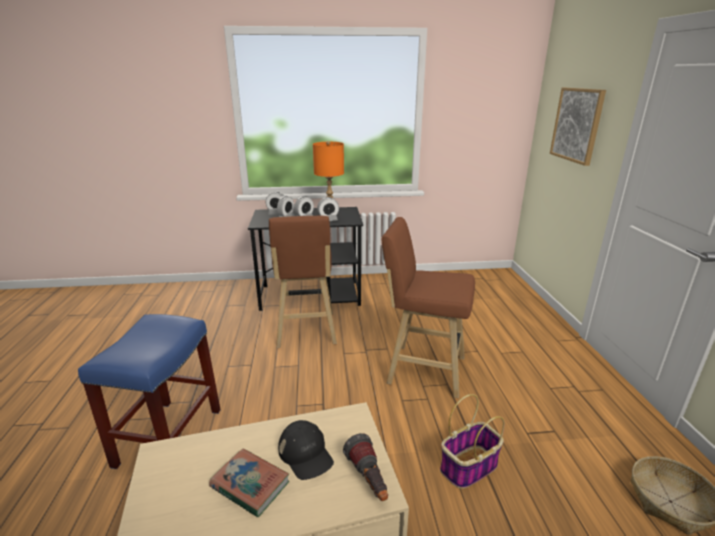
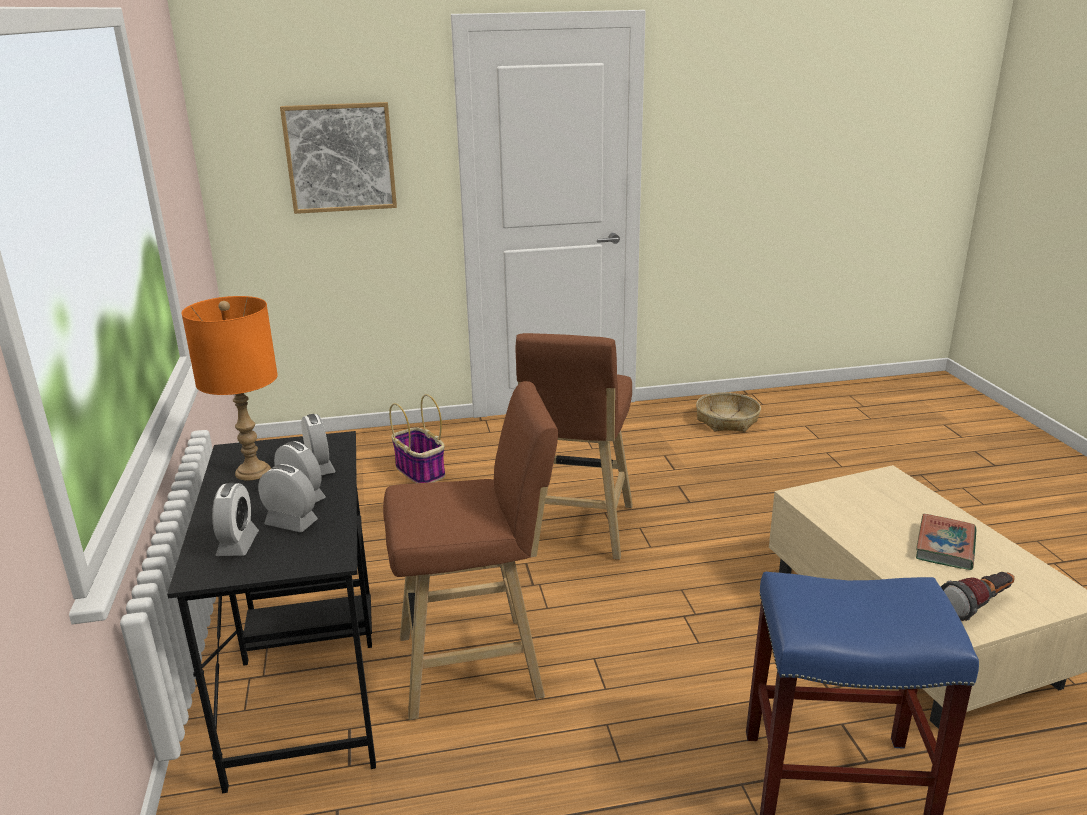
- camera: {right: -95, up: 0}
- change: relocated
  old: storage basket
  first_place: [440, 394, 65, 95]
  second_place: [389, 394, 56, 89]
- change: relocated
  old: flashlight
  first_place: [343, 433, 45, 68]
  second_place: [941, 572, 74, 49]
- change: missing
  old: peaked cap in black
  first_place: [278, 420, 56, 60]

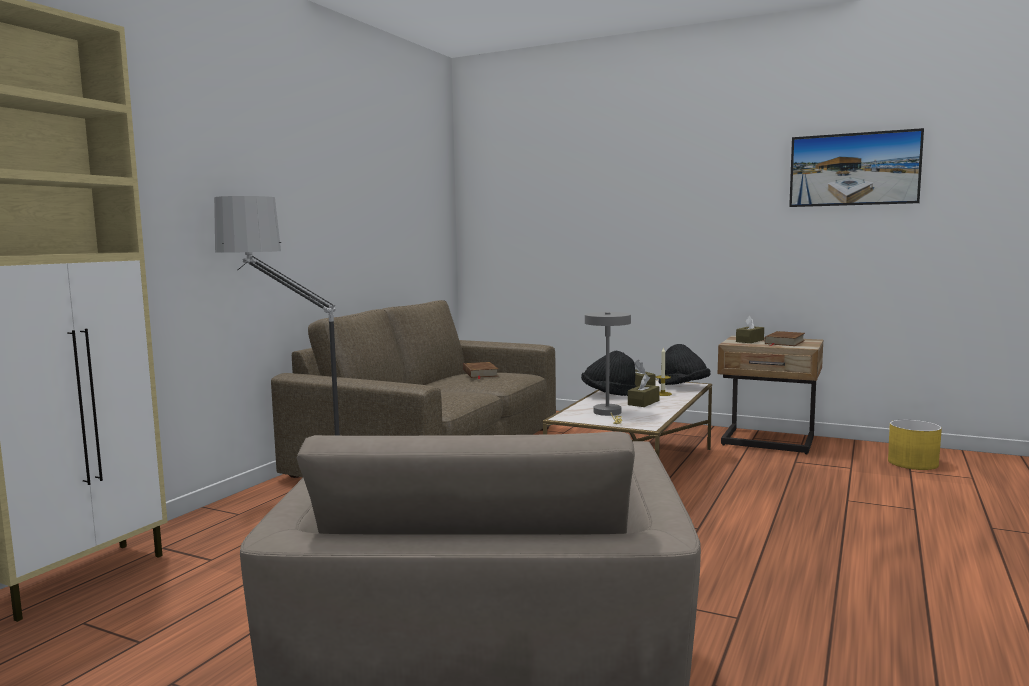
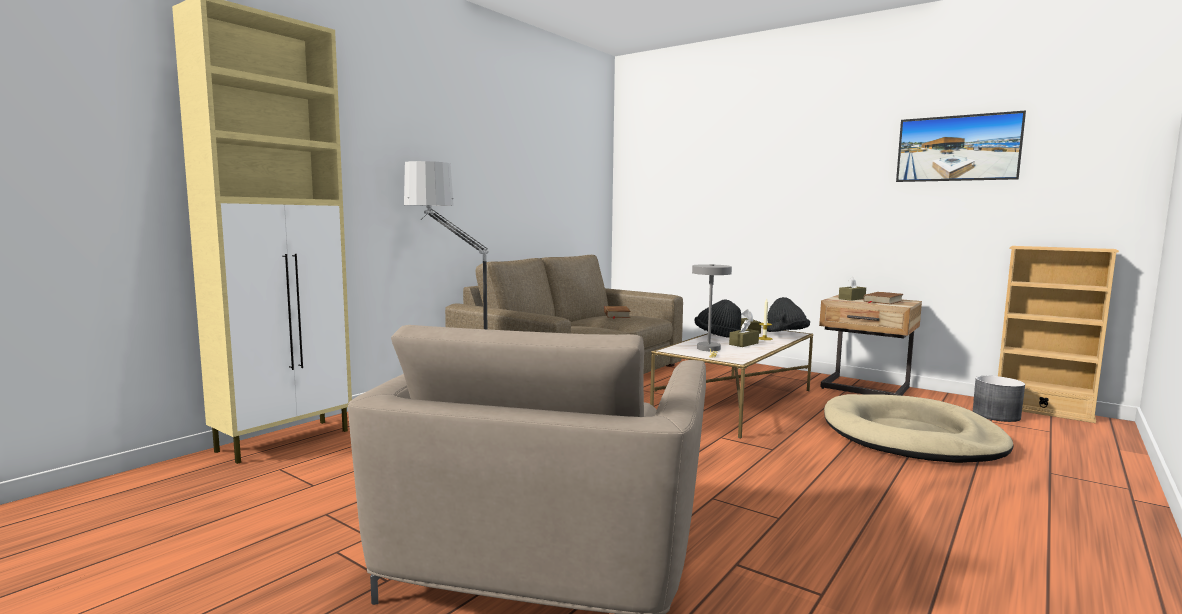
- camera: {right: 10, up: 0}
- change: appeared
  new: dog bed in beige
  second_place: [824, 394, 190, 69]
- change: colour
  old: plant pot in yellow
  new: plant pot in grey
  first_place: [888, 420, 54, 50]
  second_place: [972, 376, 53, 46]
- change: appeared
  new: bookcase in beige
  second_place: [998, 246, 121, 177]

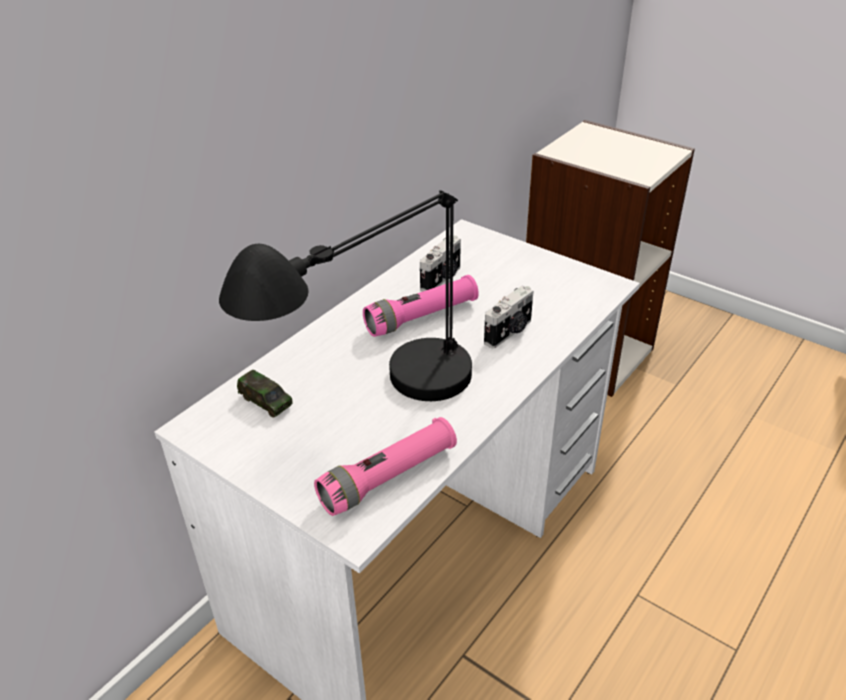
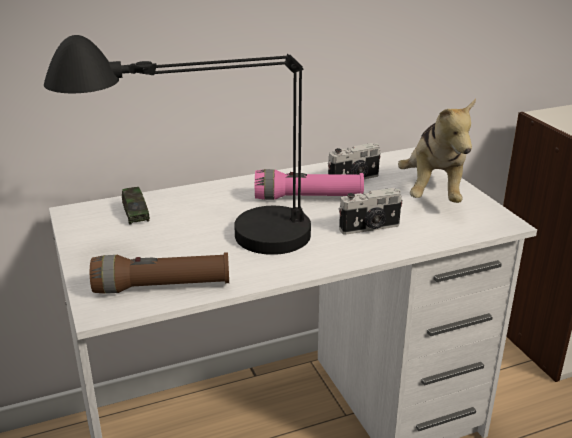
- camera: {right: 30, up: -10}
- change: colour
  old: flashlight in pink
  new: flashlight in brown-coloured
  first_place: [314, 417, 143, 99]
  second_place: [90, 252, 139, 42]
- change: appeared
  new: cuddly toy
  second_place: [398, 99, 78, 104]

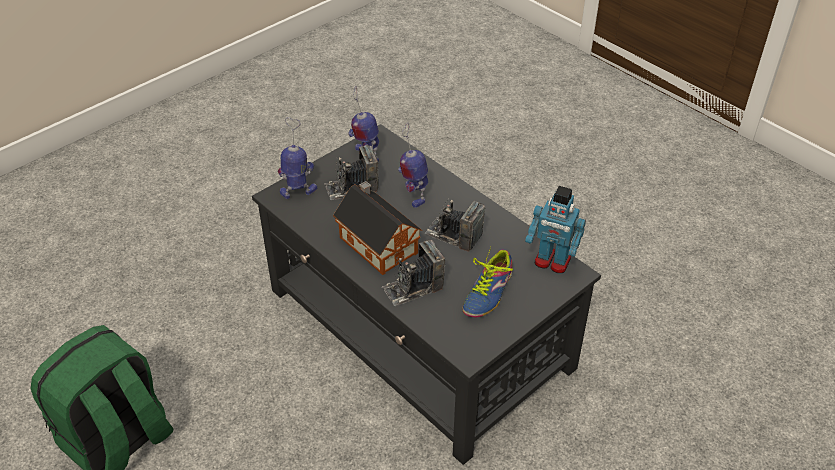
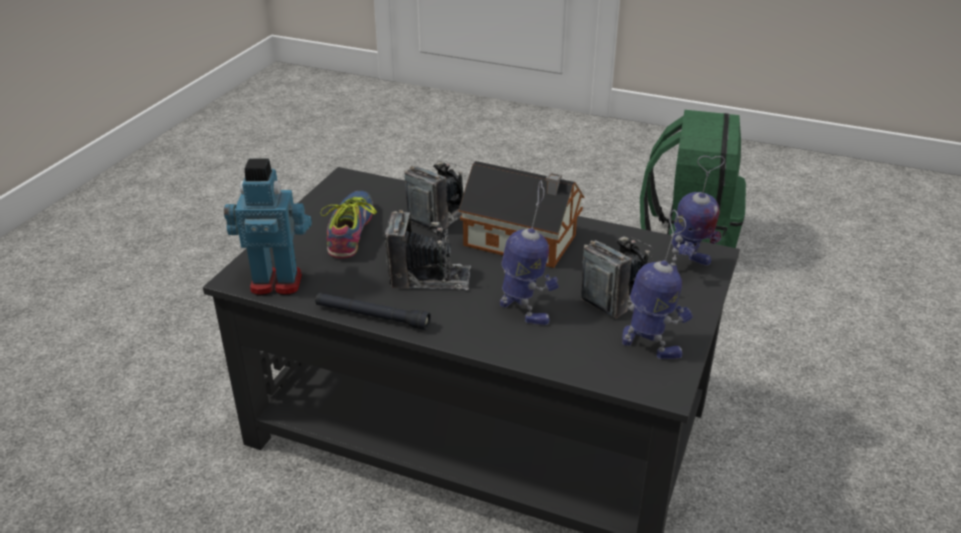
- camera: {right: 155, up: -10}
- change: appeared
  new: flashlight in black
  second_place: [315, 293, 116, 37]

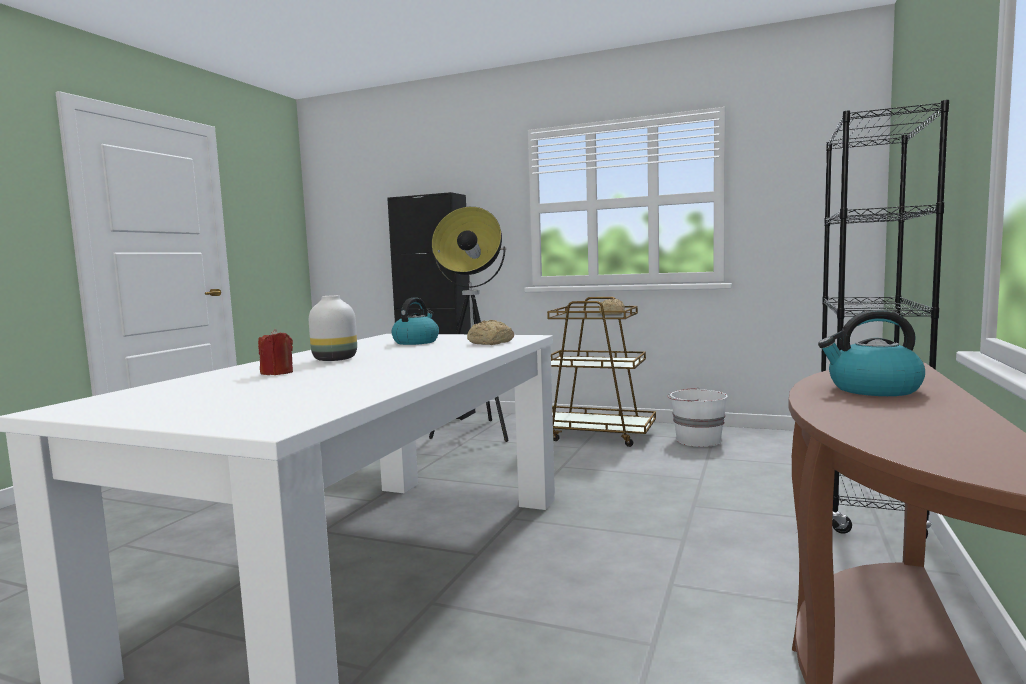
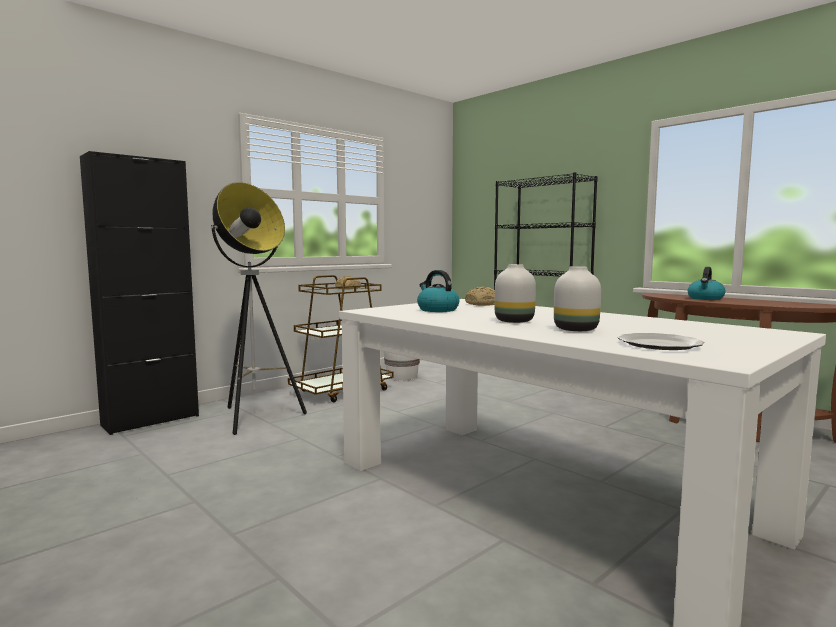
- camera: {right: -65, up: 0}
- change: exchanged
  old: wax candle in reddish
  new: vase in white
  first_place: [258, 329, 35, 46]
  second_place: [554, 266, 47, 65]
- change: appeared
  new: plate
  second_place: [618, 333, 86, 17]

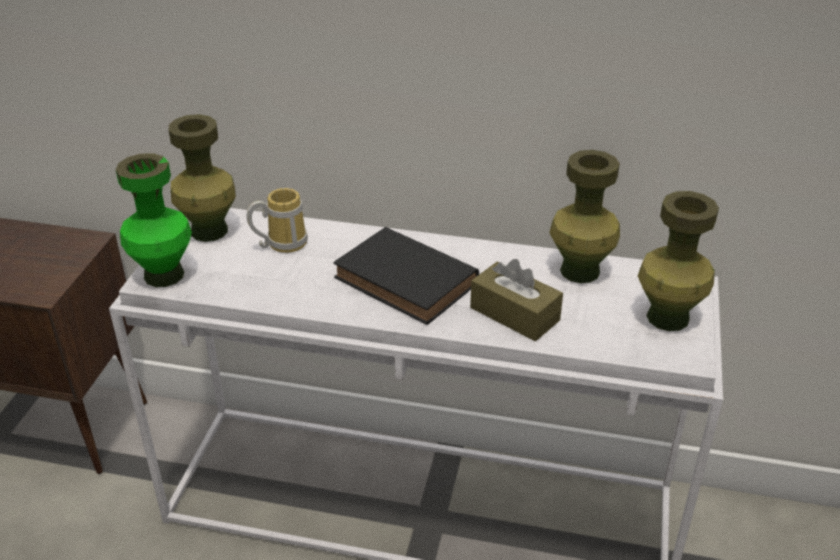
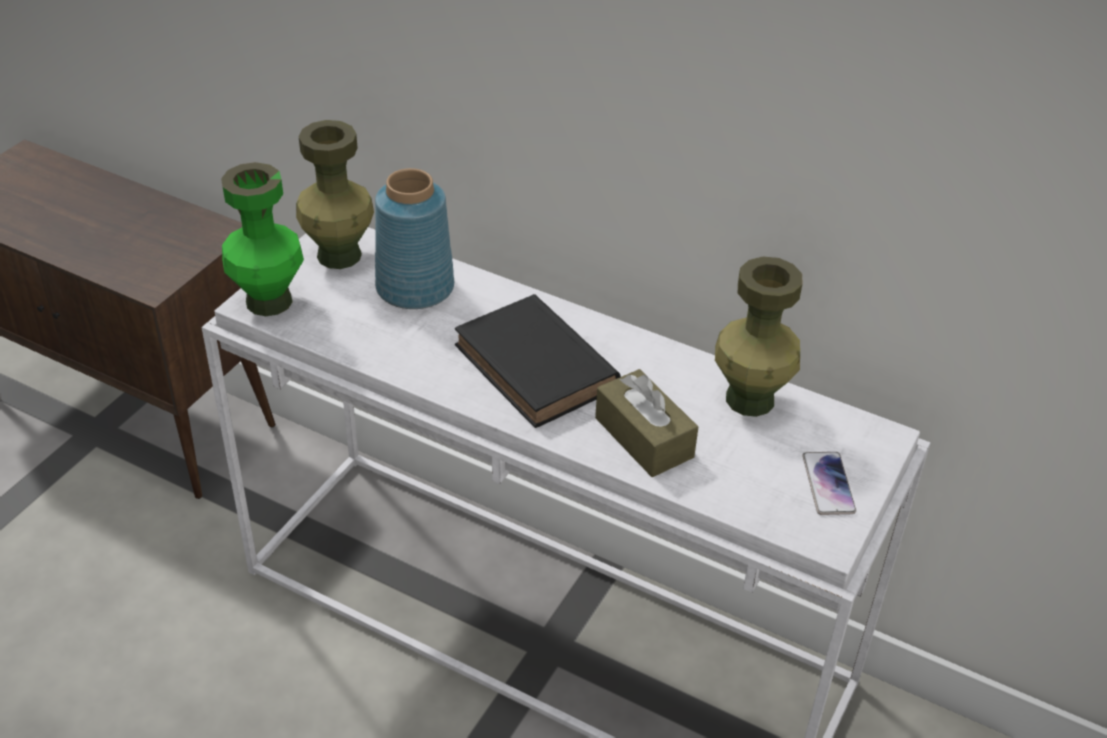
- camera: {right: 15, up: 5}
- change: exchanged
  old: tea mug
  new: vase in blue
  first_place: [247, 188, 61, 65]
  second_place: [375, 168, 79, 141]
- change: exchanged
  old: vase in green
  new: telephone
  first_place: [638, 191, 81, 140]
  second_place: [802, 452, 54, 63]

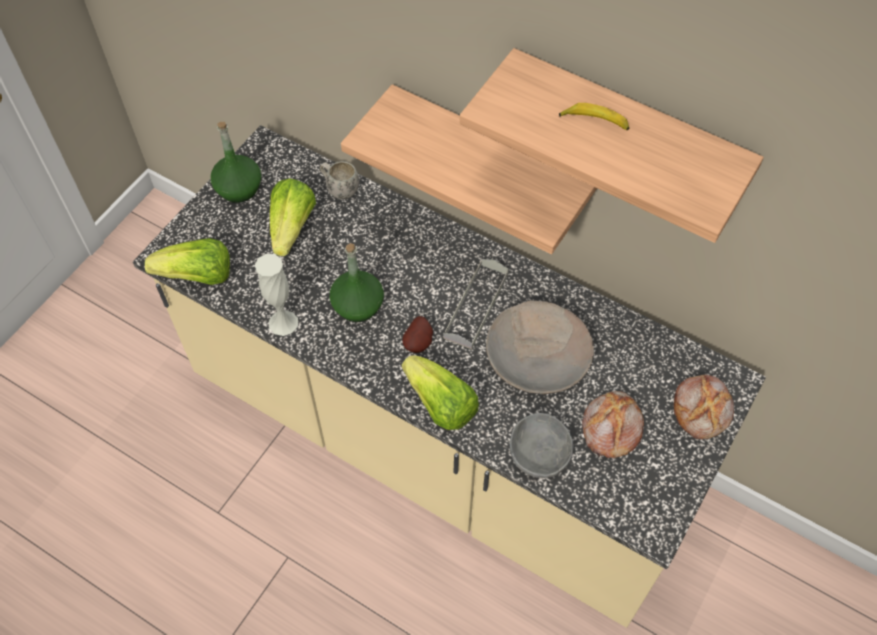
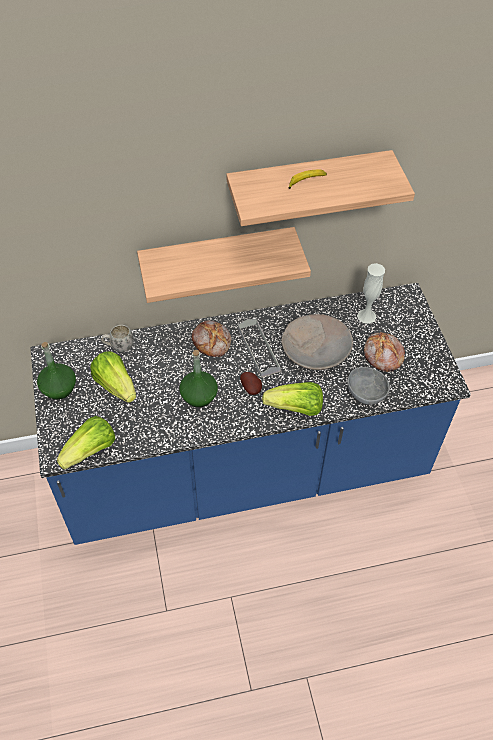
- camera: {right: -45, up: -5}
- change: colour
  old: counter in beige
  new: counter in blue
  first_place: [133, 125, 633, 503]
  second_place: [31, 283, 440, 262]
- change: relocated
  old: bakery bread
  first_place: [674, 375, 60, 64]
  second_place: [191, 320, 41, 37]
- change: relocated
  old: vase in white
  first_place: [255, 254, 43, 82]
  second_place: [357, 263, 28, 61]

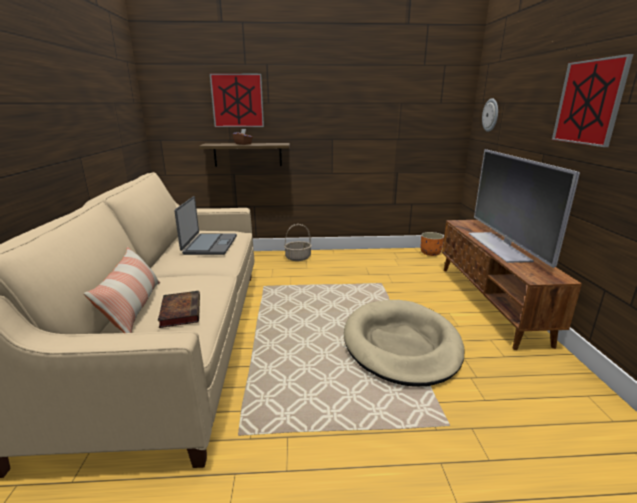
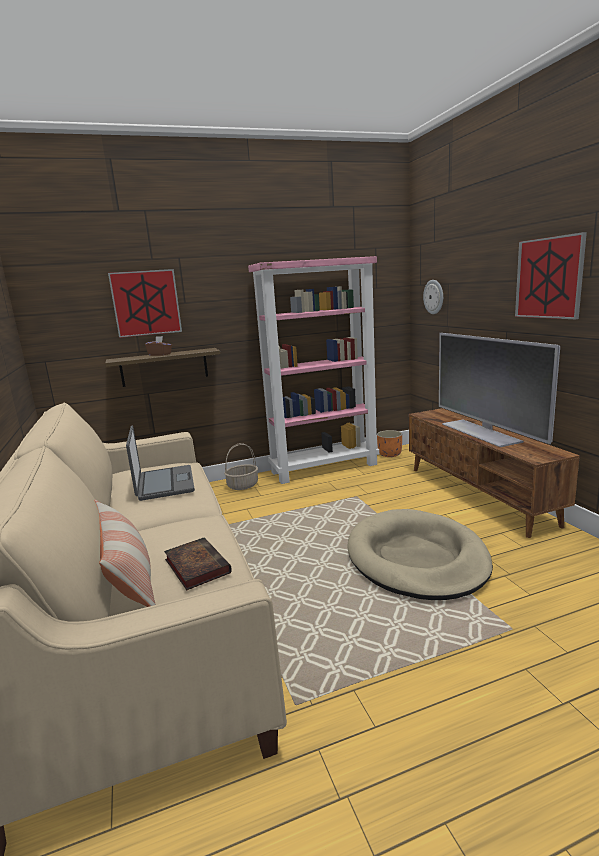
- camera: {right: -15, up: -5}
- change: appeared
  new: bookcase in pink
  second_place: [248, 256, 131, 228]

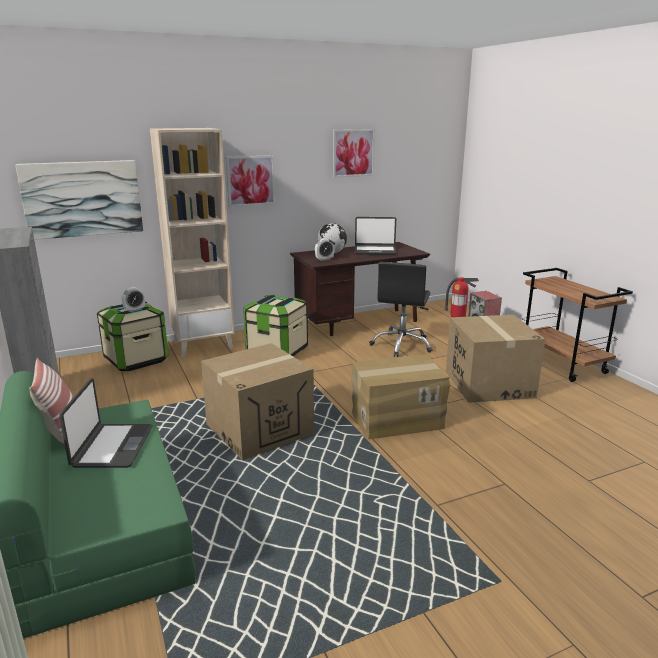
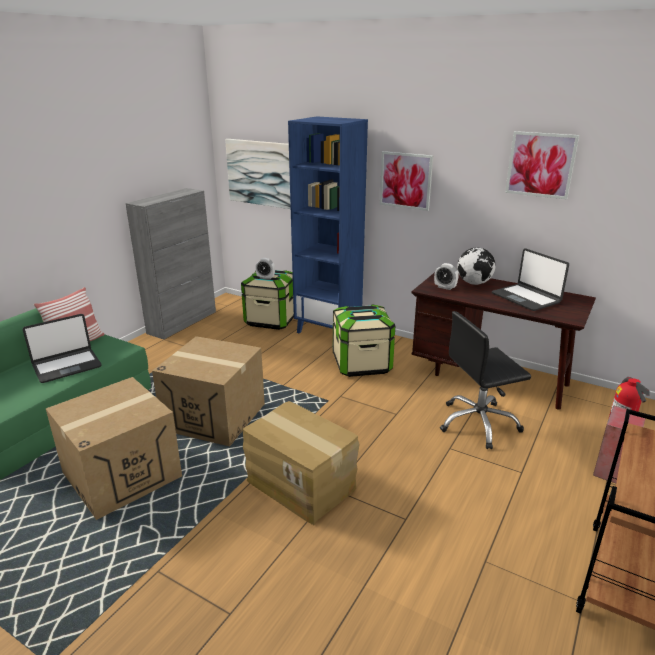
- camera: {right: 55, up: 5}
- change: relocated
  old: carton
  first_place: [446, 315, 99, 88]
  second_place: [46, 377, 136, 143]
- change: colour
  old: bookcase in beige
  new: bookcase in blue
  first_place: [150, 128, 85, 230]
  second_place: [288, 116, 80, 218]

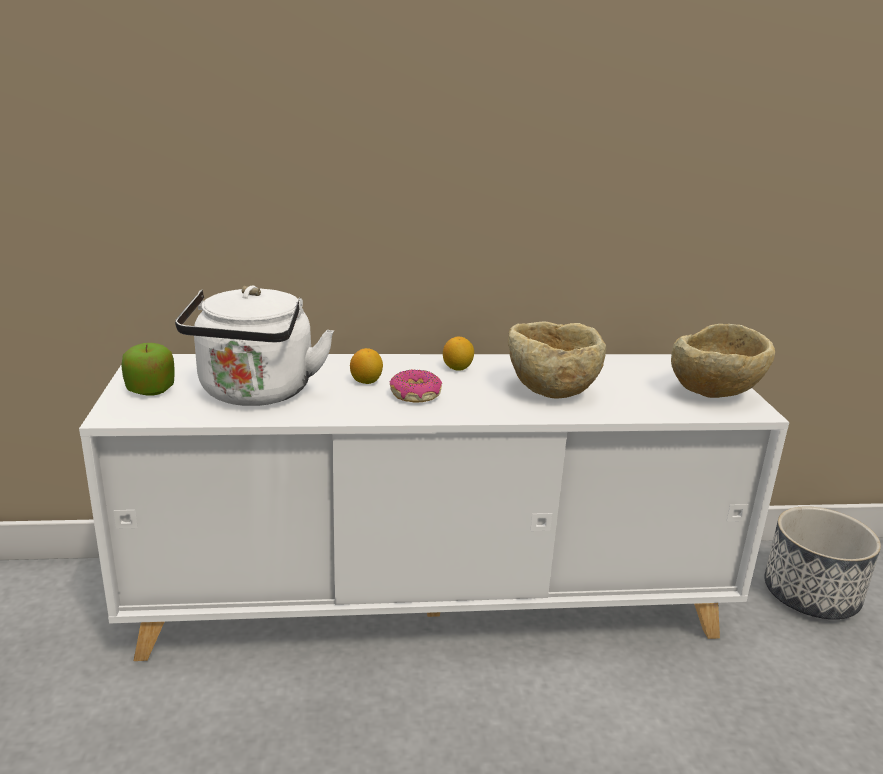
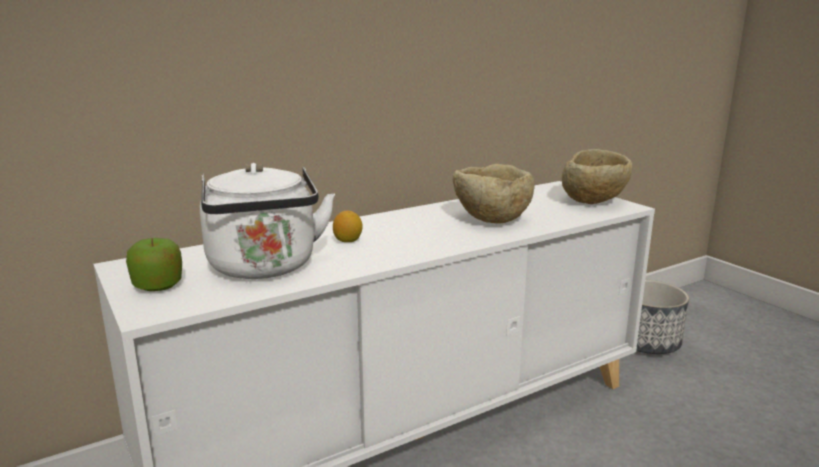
- camera: {right: -25, up: -5}
- change: missing
  old: donut
  first_place: [390, 369, 52, 34]
- change: missing
  old: citrus fruit
  first_place: [443, 337, 31, 34]

